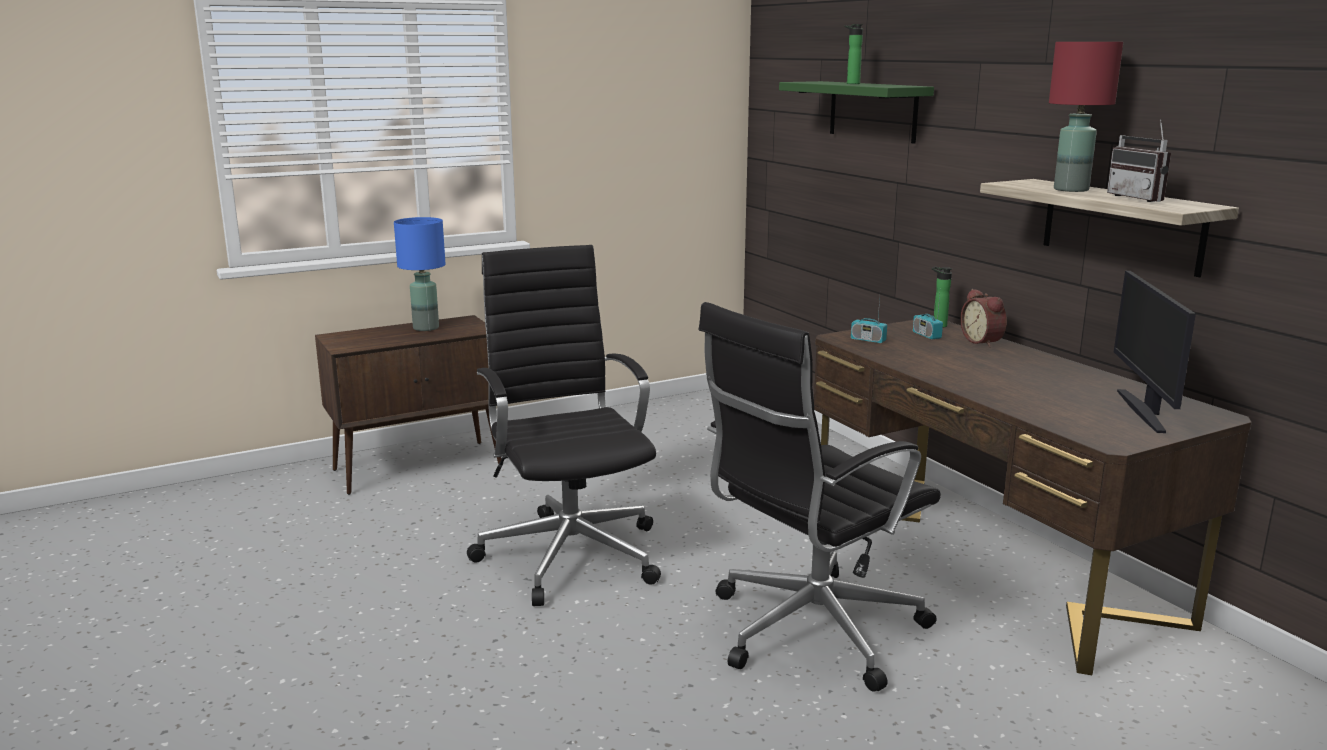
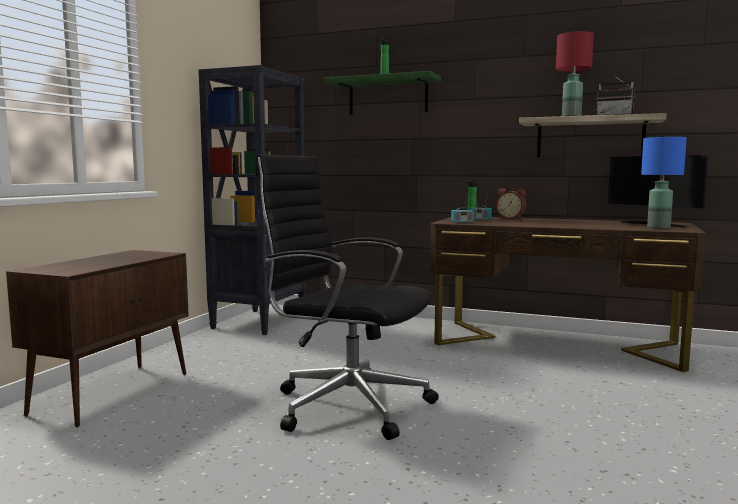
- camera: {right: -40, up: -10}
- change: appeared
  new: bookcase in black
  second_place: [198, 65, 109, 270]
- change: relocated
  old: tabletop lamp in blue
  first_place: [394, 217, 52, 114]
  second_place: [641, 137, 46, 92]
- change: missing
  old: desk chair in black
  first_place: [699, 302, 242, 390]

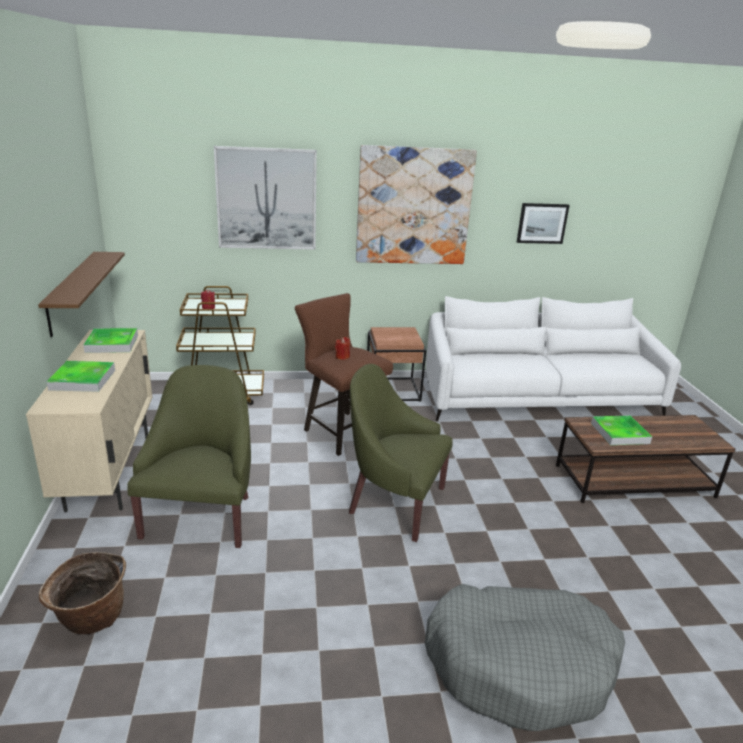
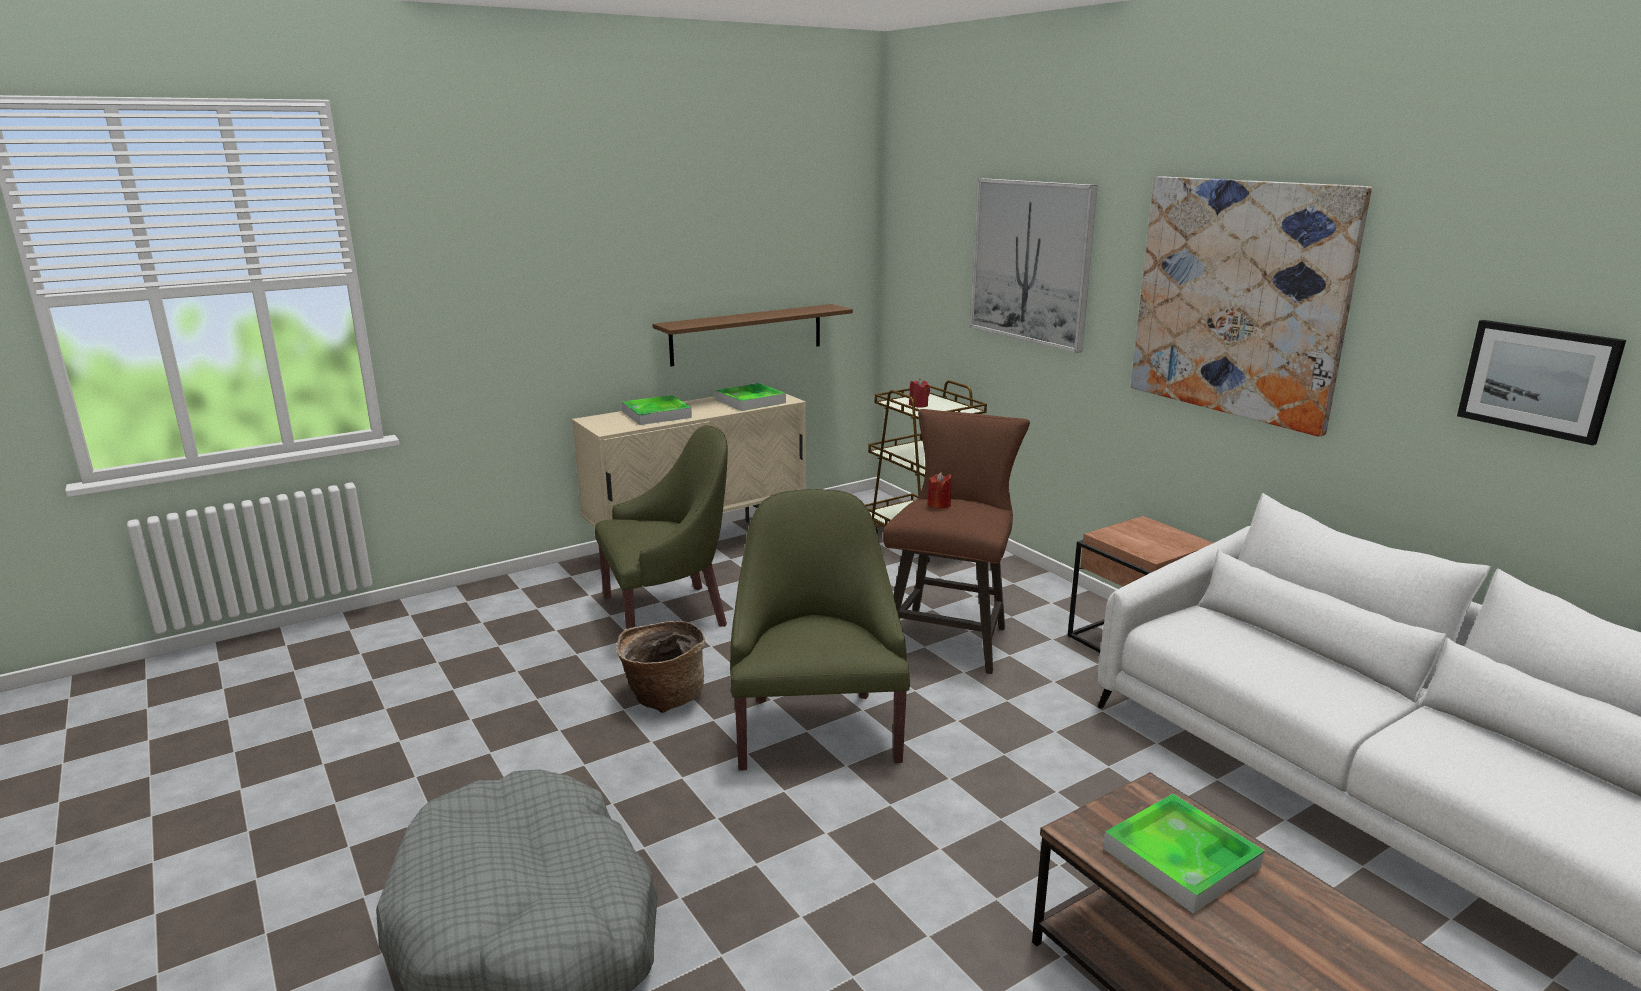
- camera: {right: 65, up: -5}
- change: relocated
  old: storage basket
  first_place: [39, 552, 87, 82]
  second_place: [616, 621, 89, 92]

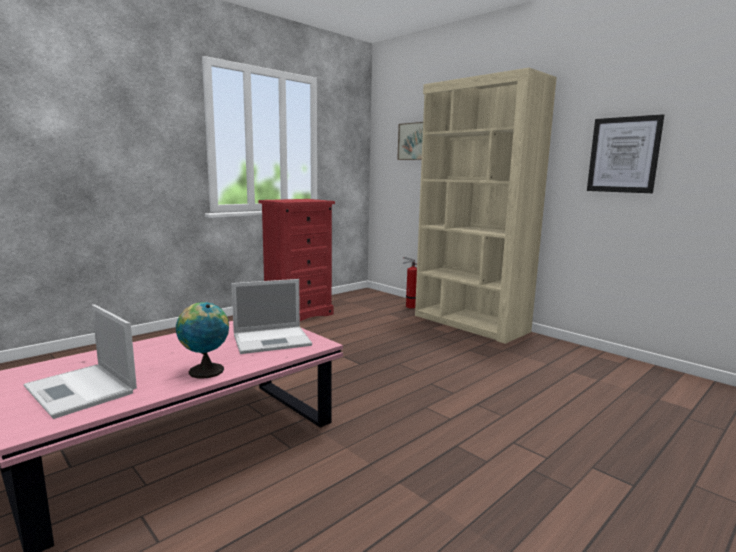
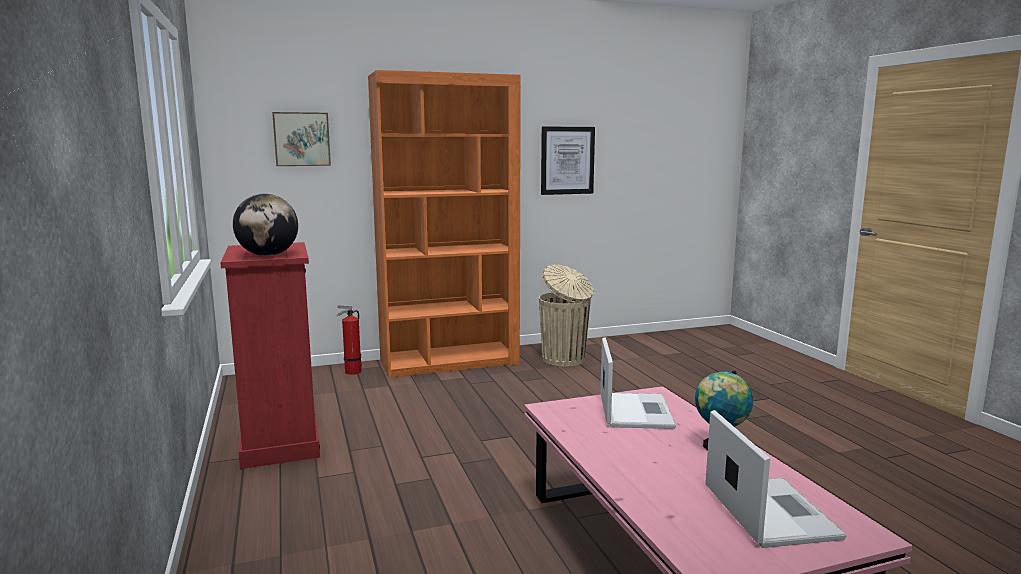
- camera: {right: -65, up: 0}
- change: appeared
  new: globe
  second_place: [233, 194, 65, 62]
- change: colour
  old: bookcase in beige
  new: bookcase in orange
  first_place: [415, 68, 142, 276]
  second_place: [368, 70, 153, 308]
- change: appeared
  new: trash can in beige
  second_place: [539, 265, 55, 102]
- change: spun
  old: notebook computer
  first_place: [24, 304, 113, 115]
  second_place: [705, 410, 142, 138]
  degrees: -75

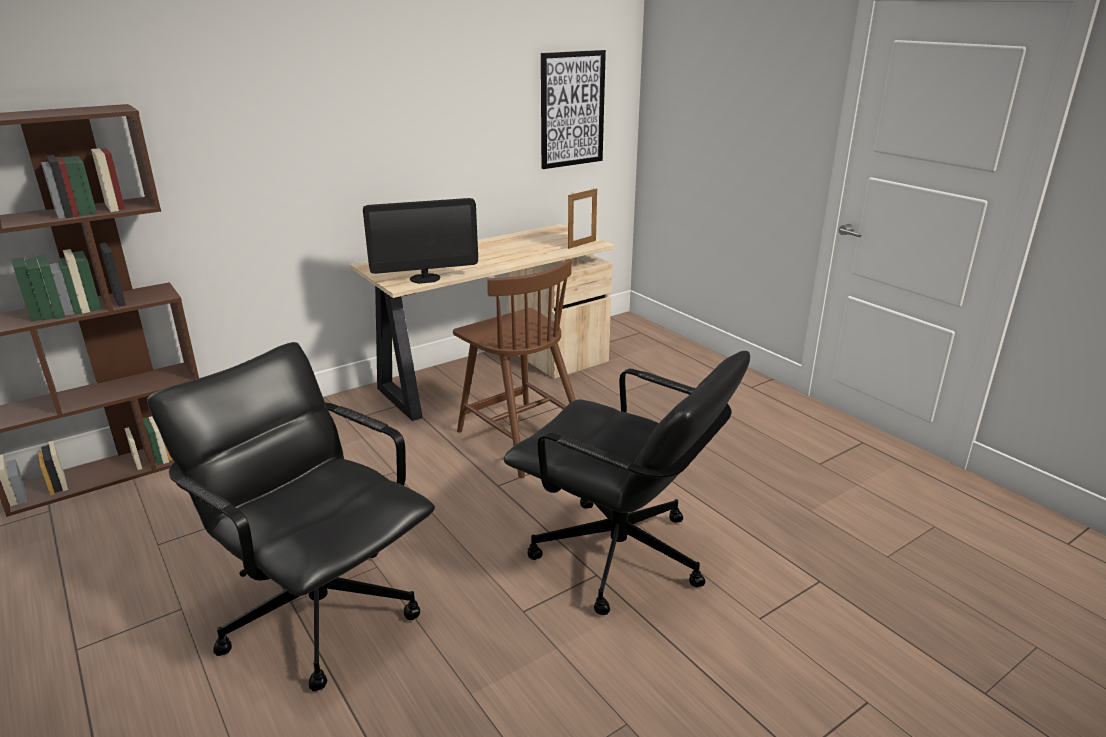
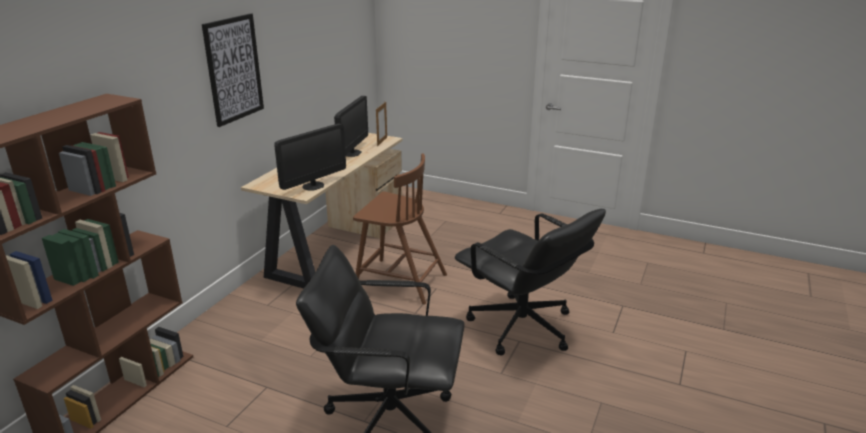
- camera: {right: -30, up: 0}
- change: relocated
  old: wall art
  first_place: [541, 50, 65, 119]
  second_place: [202, 13, 62, 114]
- change: appeared
  new: computer display
  second_place: [334, 96, 34, 61]
- change: spun
  old: desk chair in black
  first_place: [504, 351, 246, 264]
  second_place: [455, 209, 151, 146]
  degrees: 45

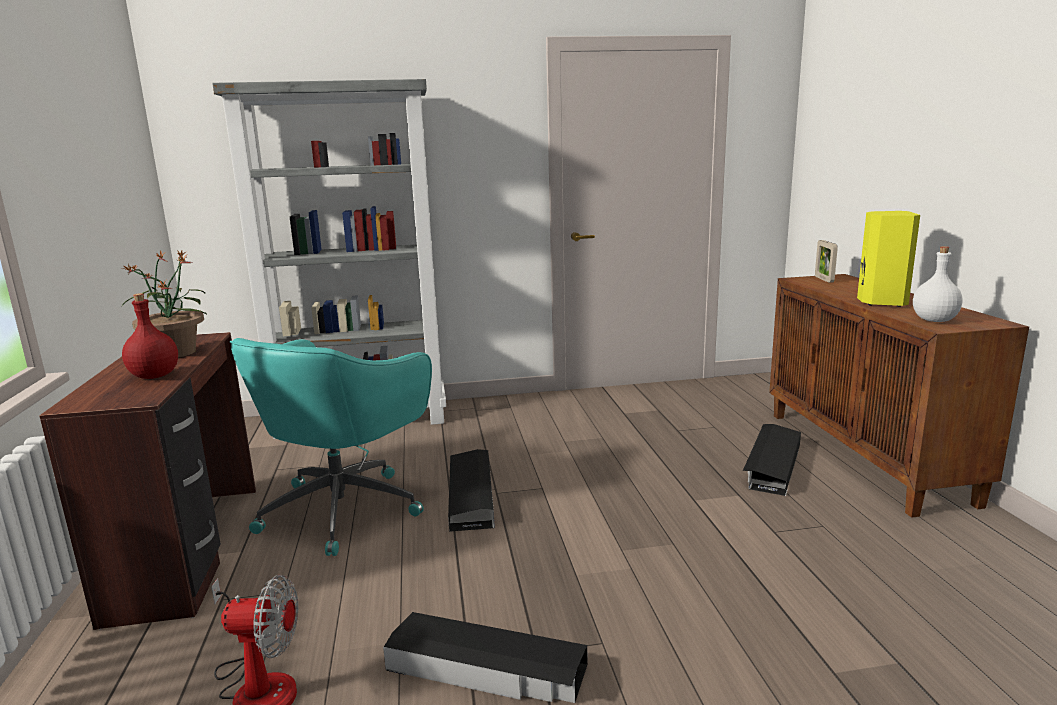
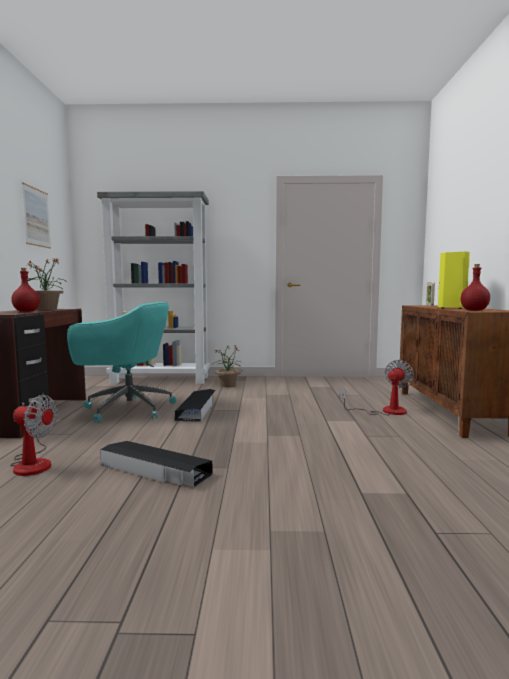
- camera: {right: 10, up: -10}
- change: appeared
  new: wall art
  second_place: [22, 183, 29, 66]
- change: spun
  old: desk chair in turquoise
  first_place: [230, 338, 202, 218]
  second_place: [67, 302, 109, 120]
  degrees: -120
- change: appeared
  new: plant in a pot
  second_place: [213, 345, 29, 42]
- change: exchanged
  old: storage box in black
  new: electric fan
  first_place: [743, 424, 58, 72]
  second_place: [340, 360, 74, 55]
- change: colour
  old: beverage bottle in white
  new: beverage bottle in reddish
  first_place: [913, 246, 49, 76]
  second_place: [460, 264, 30, 47]

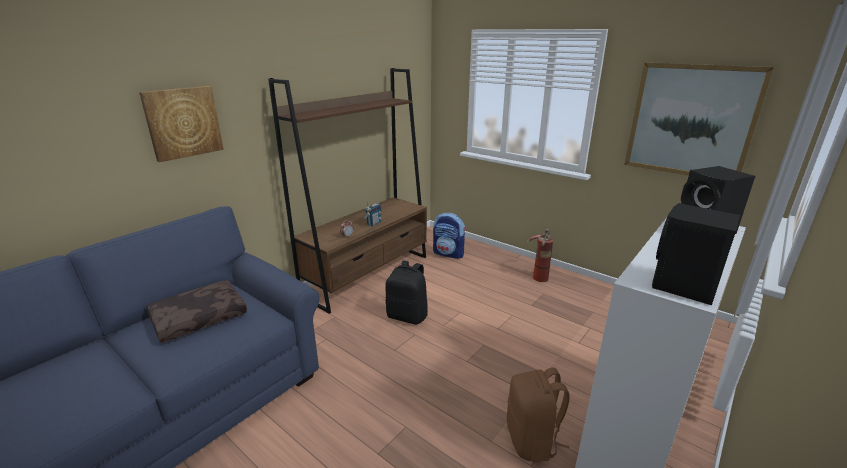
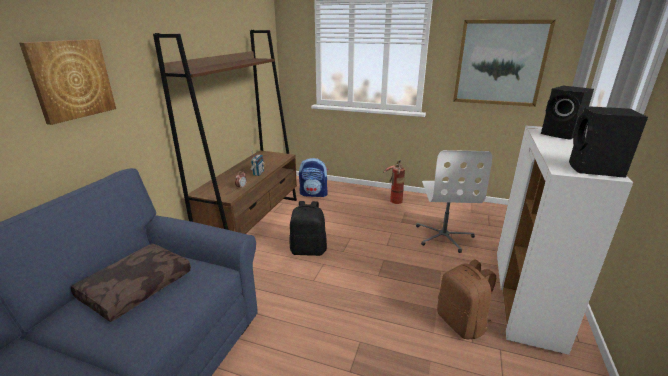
- camera: {right: -20, up: 0}
- change: appeared
  new: desk chair in white
  second_place: [416, 150, 76, 103]

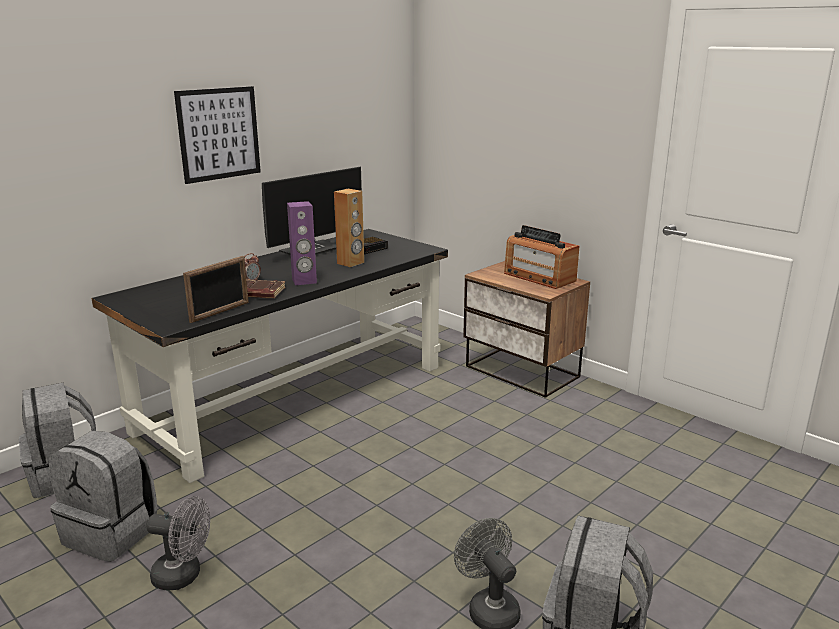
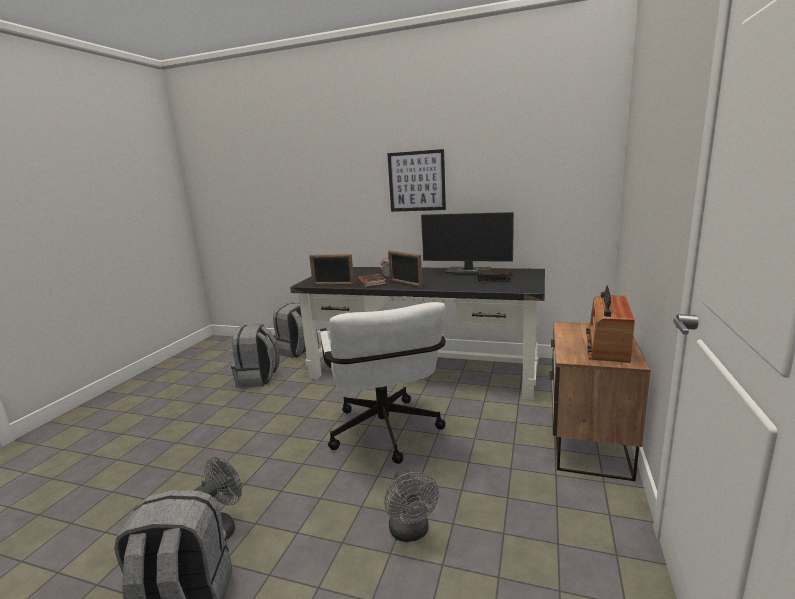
- camera: {right: 65, up: -5}
- change: appeared
  new: desk chair in white
  second_place: [320, 302, 126, 162]
- change: relocated
  old: electric fan in grey
  first_place: [146, 496, 64, 95]
  second_place: [384, 468, 55, 74]
- change: exchanged
  old: speaker in purplish
  new: standing frame
  first_place: [287, 201, 30, 84]
  second_place: [388, 251, 35, 37]
- change: missing
  old: speaker in brown-coloured
  first_place: [334, 189, 30, 78]

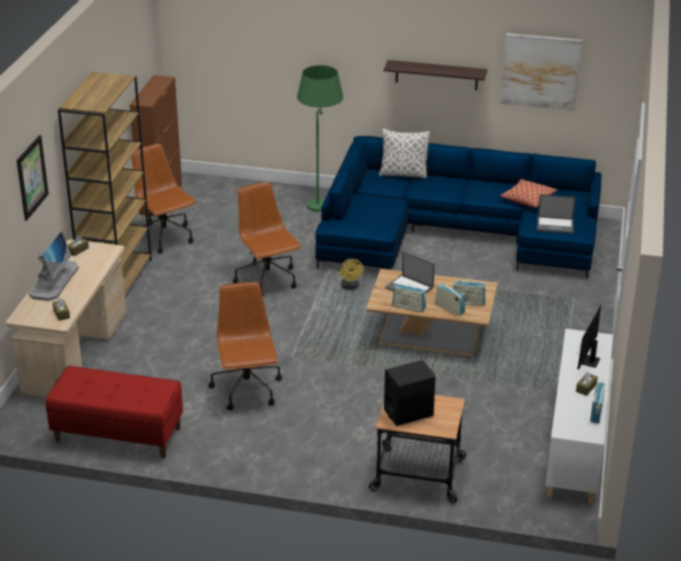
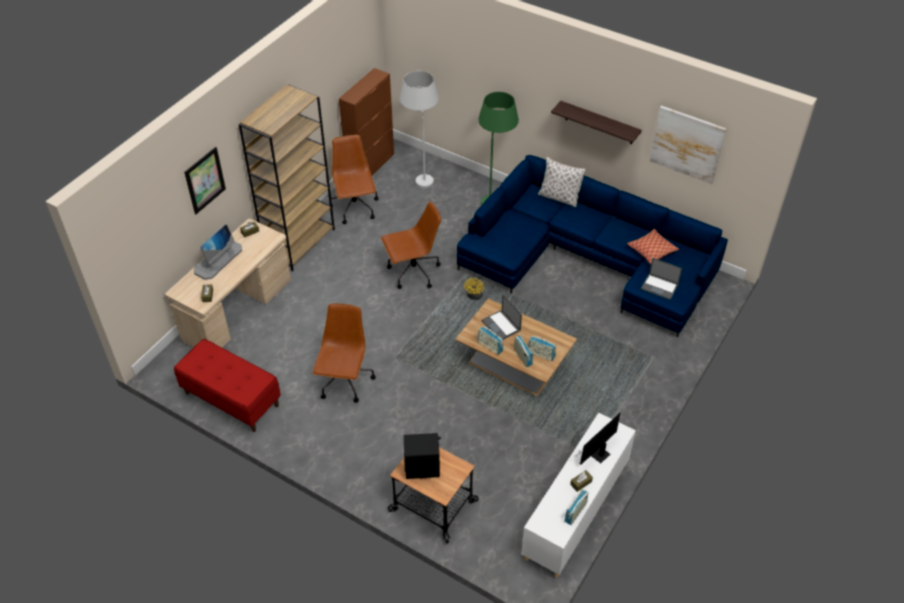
- camera: {right: 20, up: 15}
- change: spun
  old: desk chair in brown-coloured
  first_place: [233, 182, 68, 115]
  second_place: [381, 201, 60, 88]
  degrees: 75
- change: appeared
  new: floor lamp in white
  second_place: [400, 71, 39, 117]

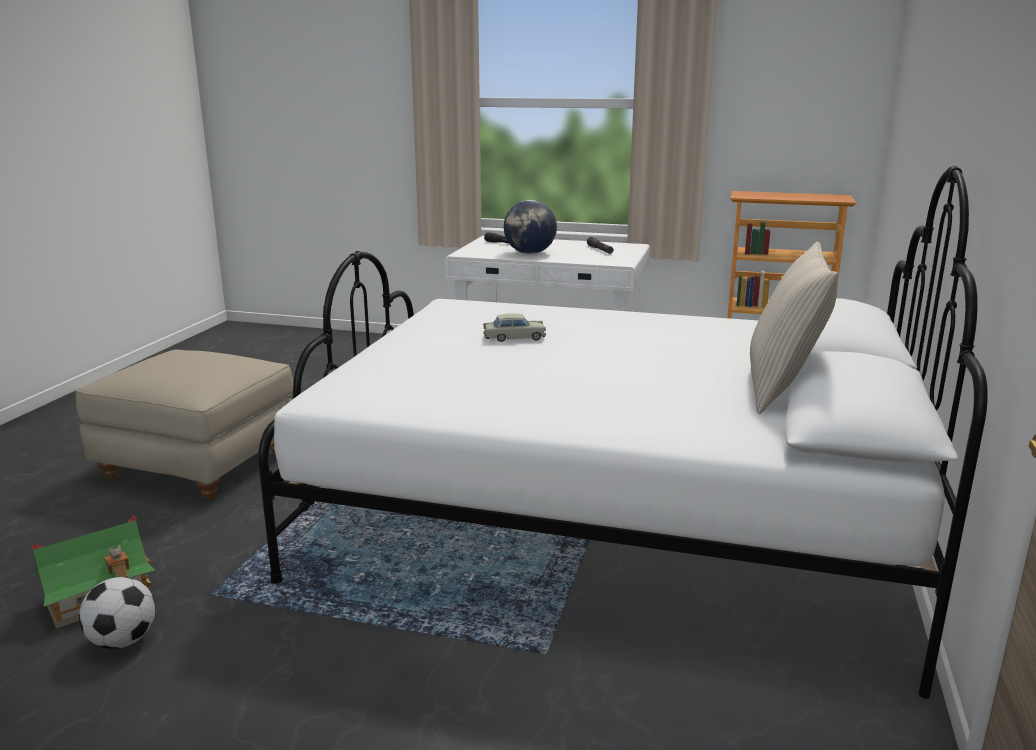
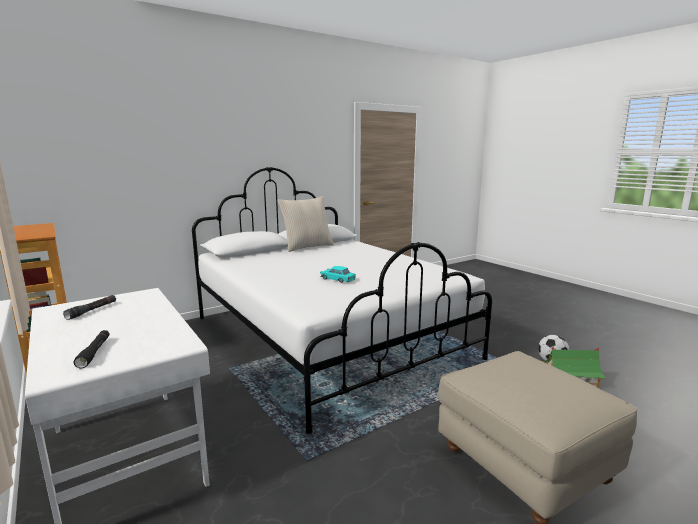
- camera: {right: -140, up: -5}
- change: colour
  old: miniature car in beige
  new: miniature car in turquoise
  first_place: [483, 313, 63, 29]
  second_place: [320, 266, 36, 17]
- change: missing
  old: globe
  first_place: [504, 200, 53, 54]

